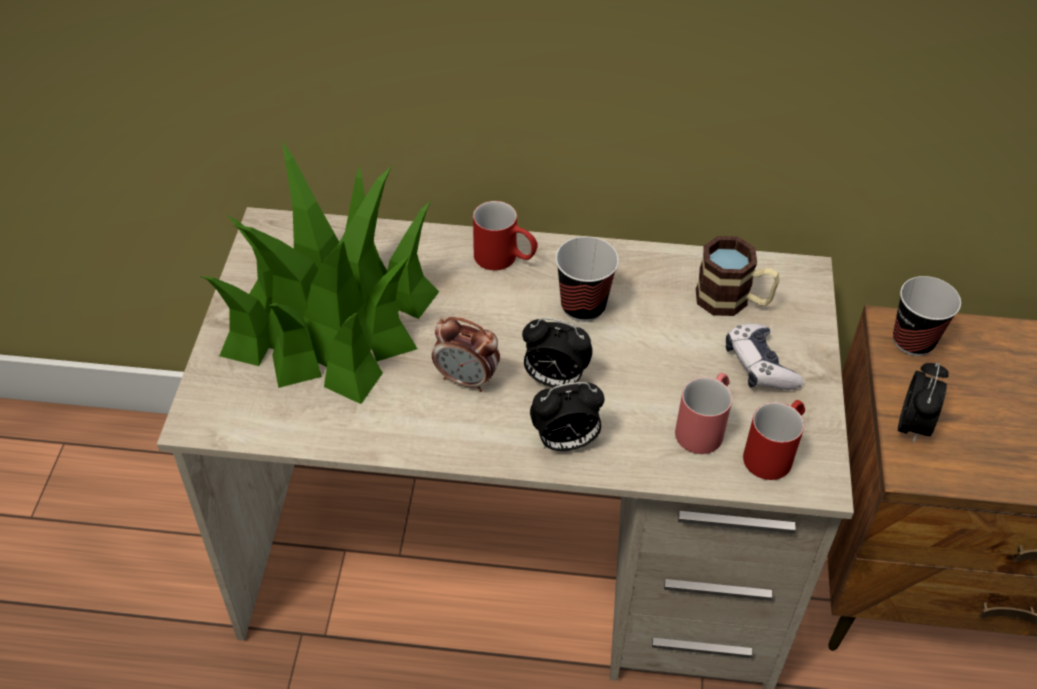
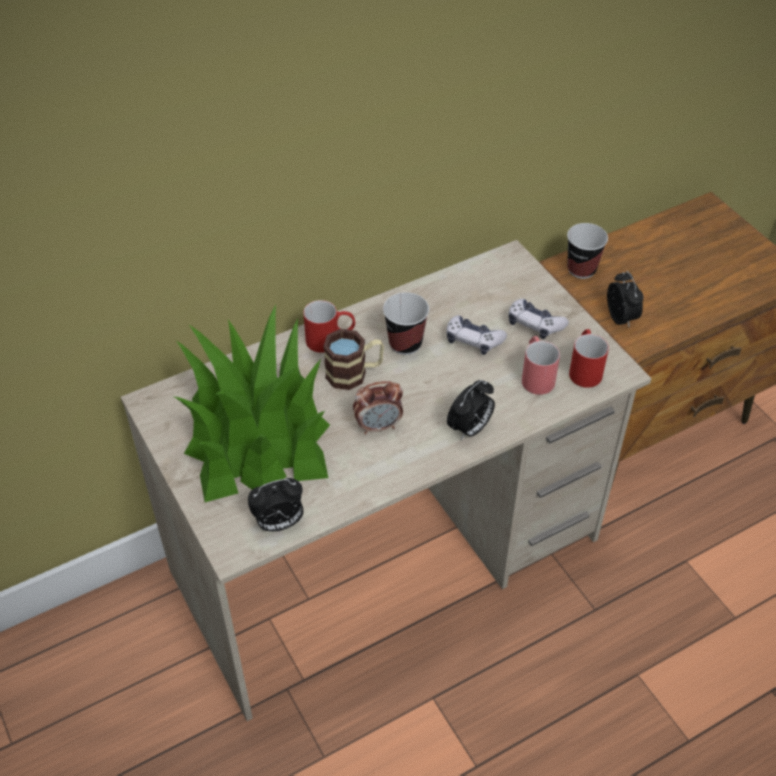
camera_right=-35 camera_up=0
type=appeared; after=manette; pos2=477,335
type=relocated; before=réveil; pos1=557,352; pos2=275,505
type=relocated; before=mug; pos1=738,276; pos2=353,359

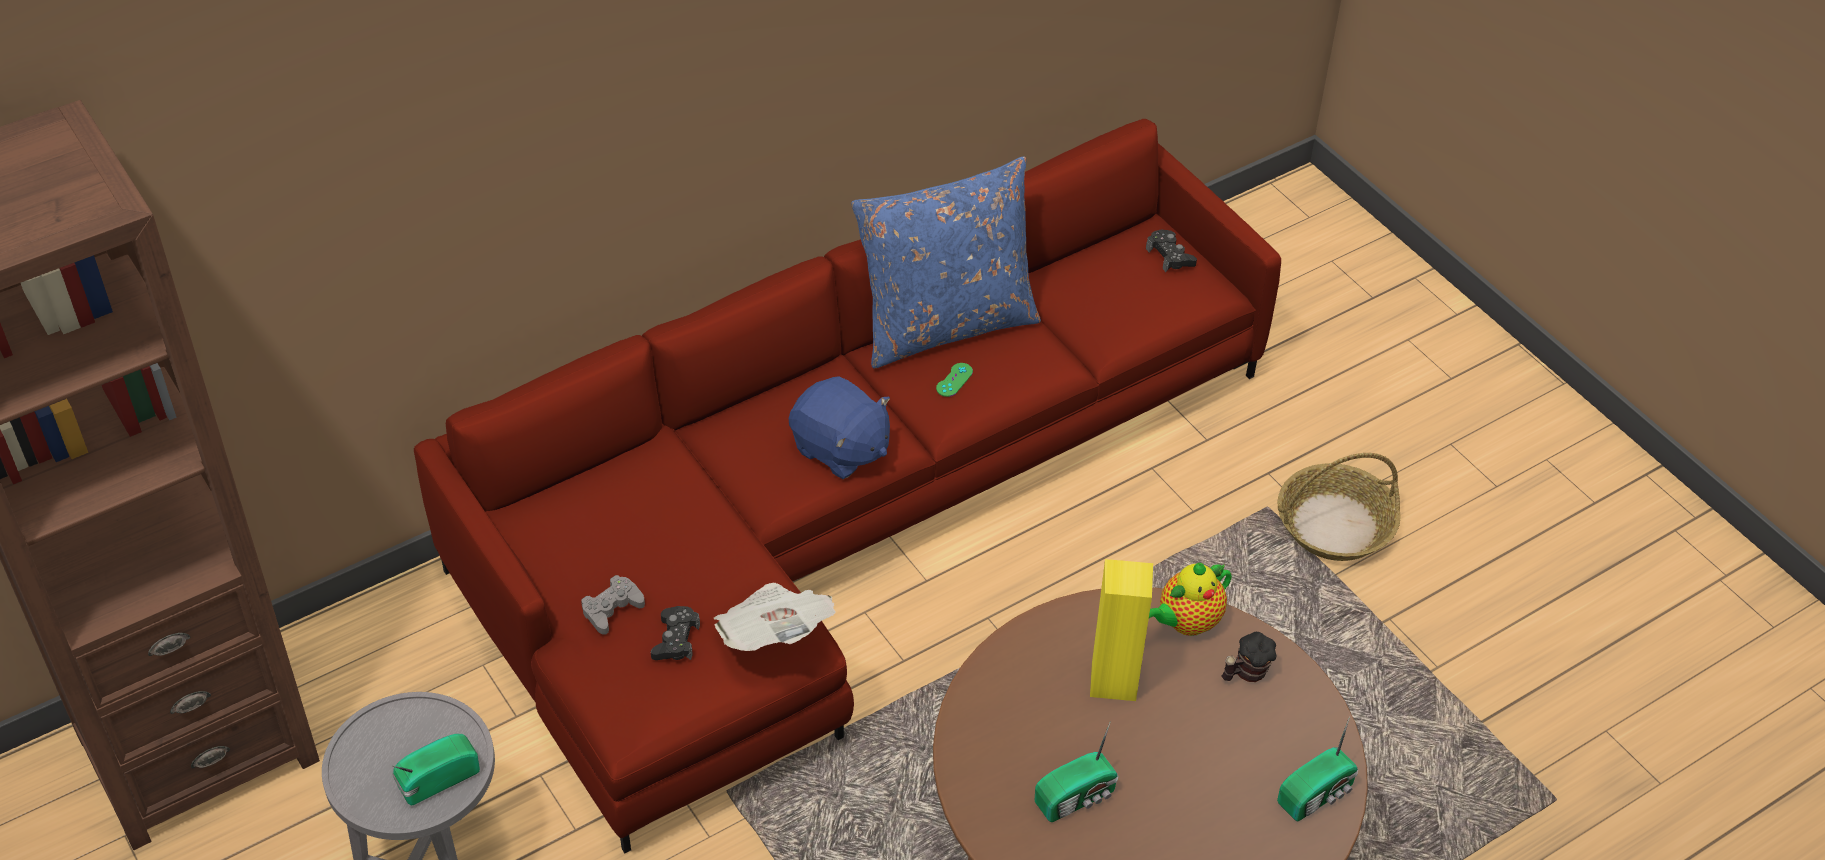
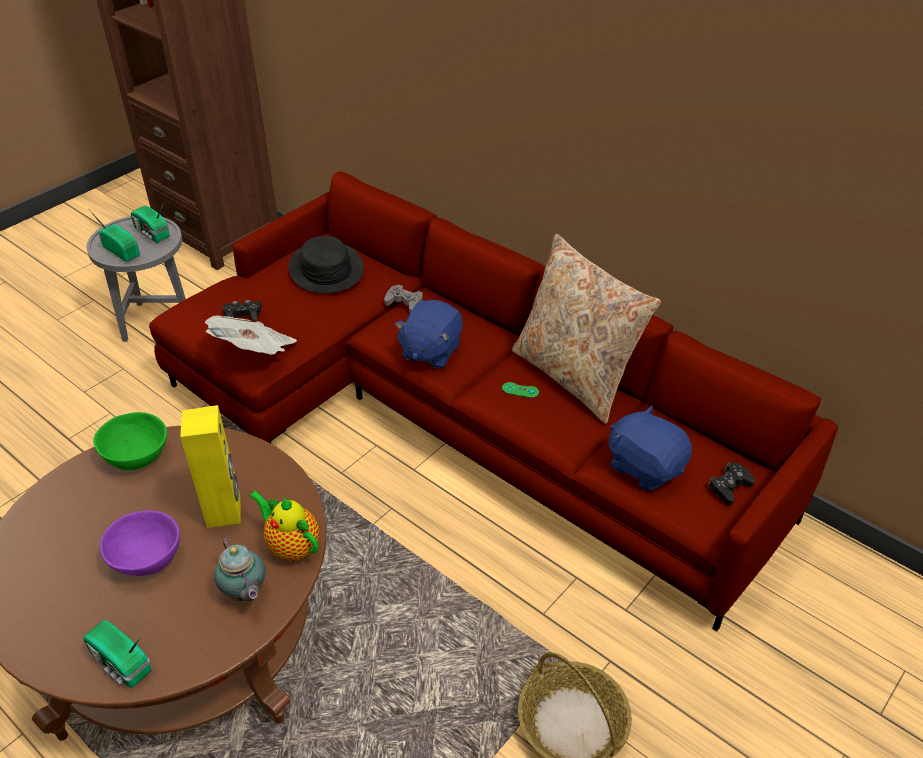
camera_right=75 camera_up=-5
type=appeared; after=bol/vert; pos2=130,441
type=appeared; after=bol/violet; pos2=140,543
type=appeared; after=chapeau/noir; pos2=326,264
type=appeared; after=peluche/bleu; pos2=650,448
type=relocated; before=manette/gris; pos1=613,605; pos2=403,299
type=relocated; before=radio; pos1=1076,771; pos2=150,222
type=exchanged; before=mug; after=théière; pos1=1249,657; pos2=240,568
type=colour; before=coussin/bleu; after=coussin/beige; pos1=946,262; pos2=586,329

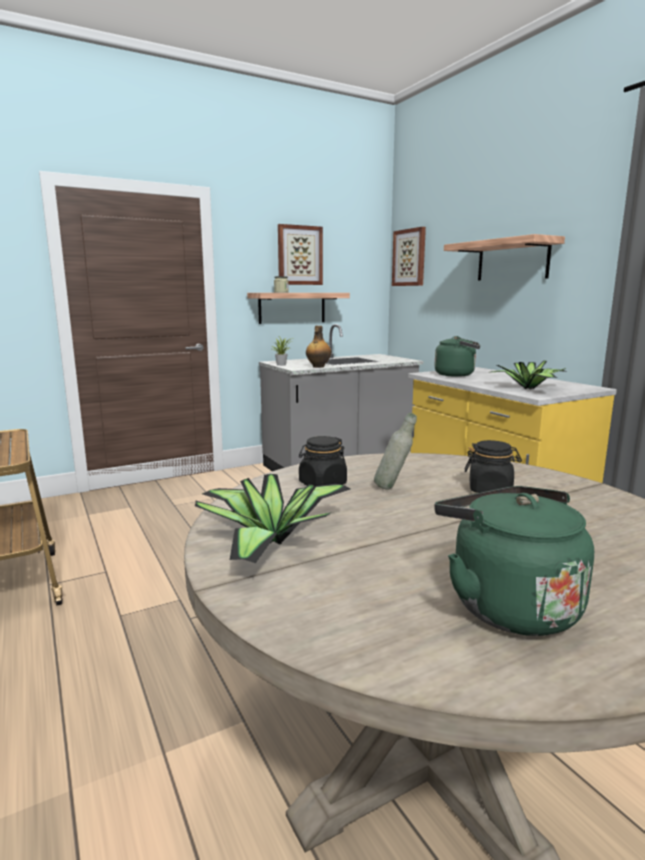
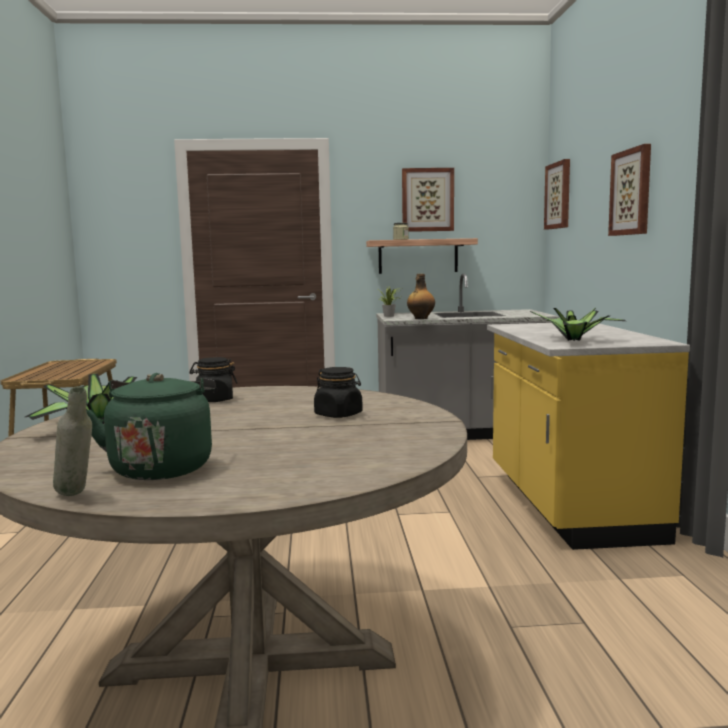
camera_right=25 camera_up=-5
type=missing; before=bouilloire/vert; pos1=457,356
type=relocated; before=bouteille/gris; pos1=395,451; pos2=72,441
type=exchanged; before=étagère; after=tableau; pos1=504,257; pos2=629,190

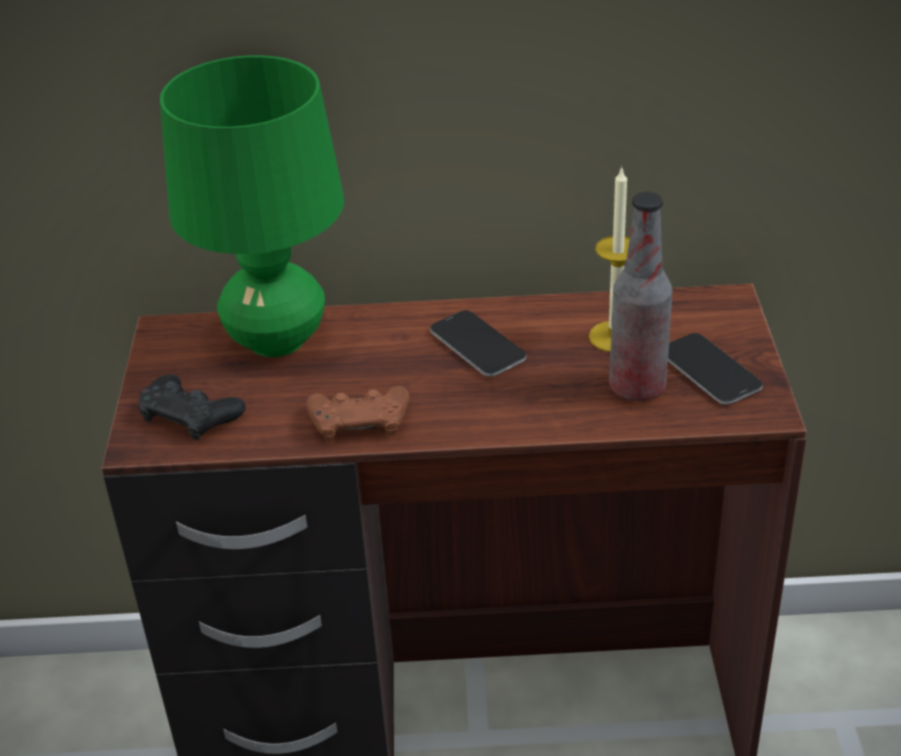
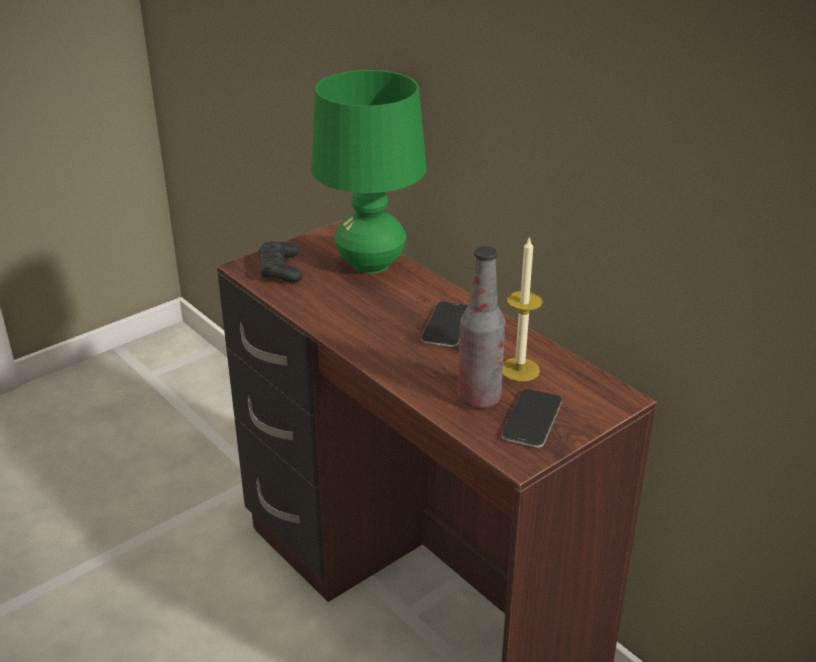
camera_right=50 camera_up=-5
type=missing; before=manette/marron; pos1=357,414

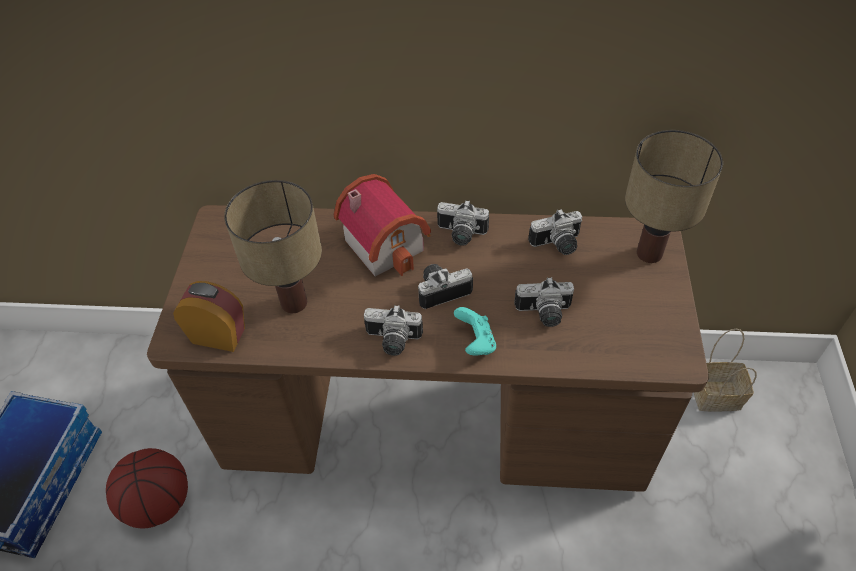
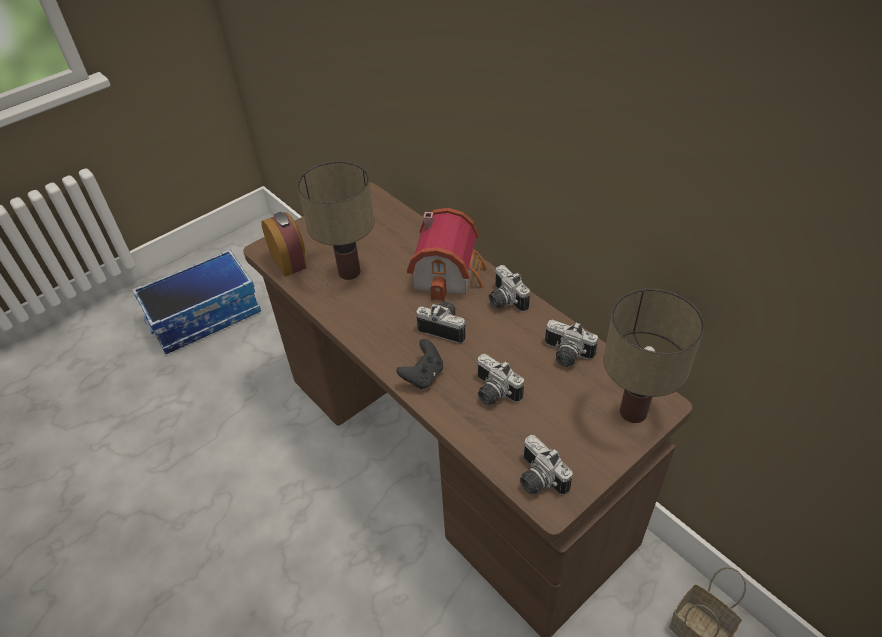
camera_right=45 camera_up=-5
type=missing; before=ballon de basket; pos1=147,488
type=relocated; before=appareil photo; pos1=393,330; pos2=546,465
type=colour; before=manette/turquoise; after=manette/noir; pos1=475,331; pos2=420,364

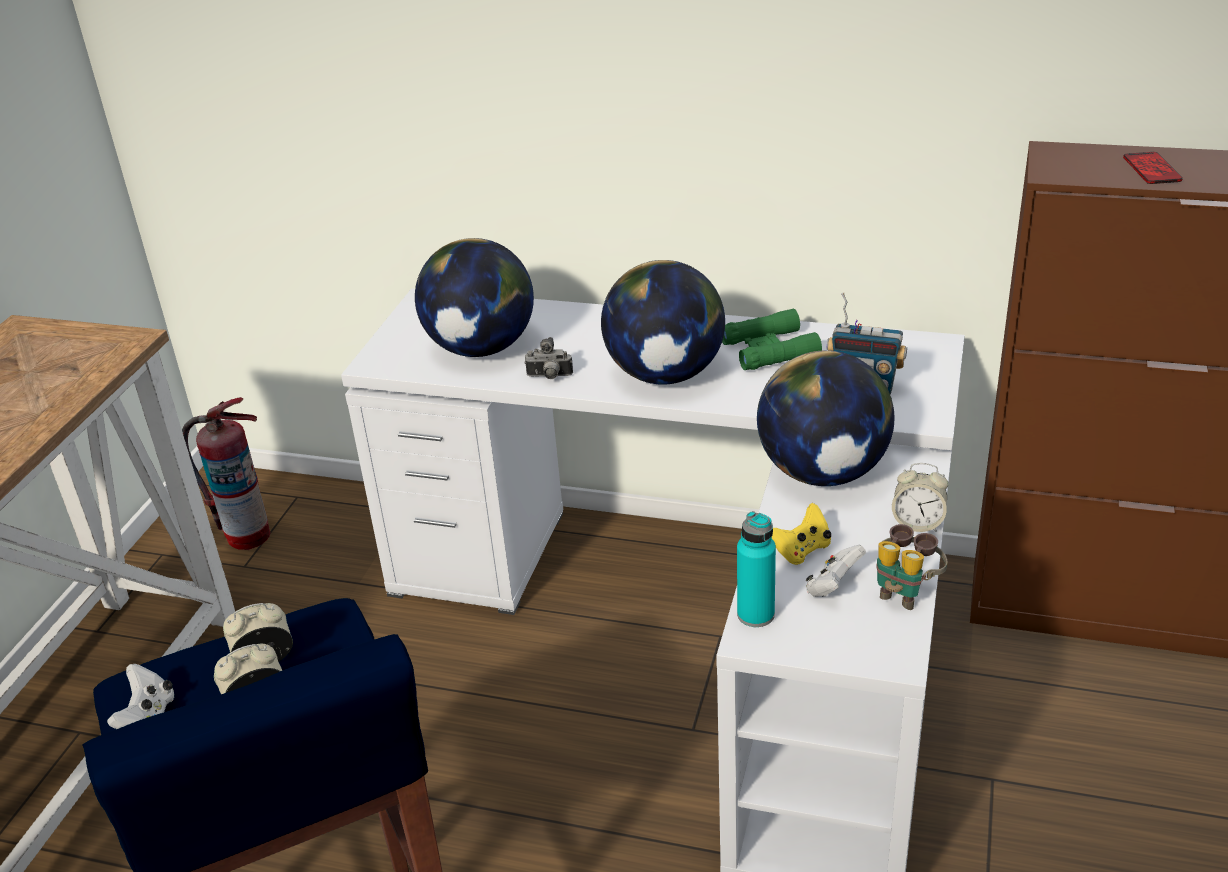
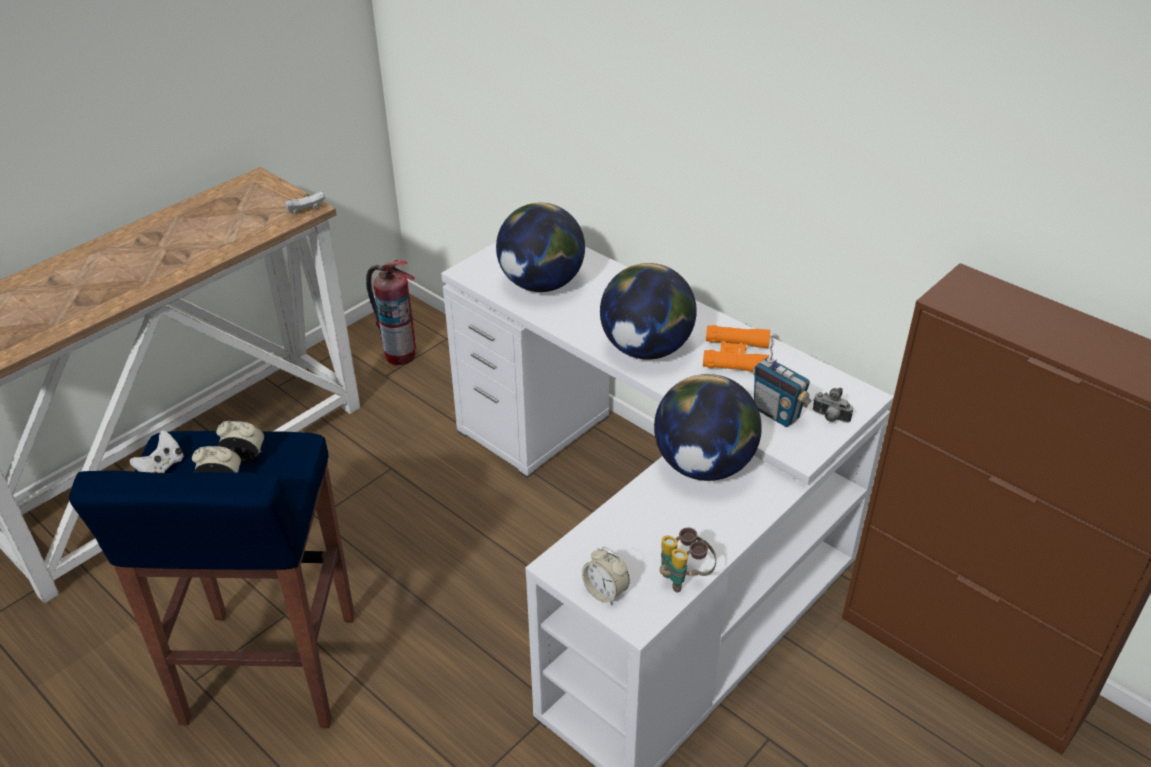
camera_right=25 camera_up=5
type=missing; before=bouteille/turquoise; pos1=756,569
type=missing; before=manette/jaune; pos1=801,534
type=missing; before=téléphone; pos1=1153,168
type=relocated; before=appareil photo; pos1=548,358; pos2=833,405
type=relocated; before=manette/blanc; pos1=836,571; pos2=305,203
type=relocated; before=réveil; pos1=920,497; pos2=606,576
type=colour; before=jumelles/vert; after=jumelles/orange; pos1=772,339; pos2=736,348

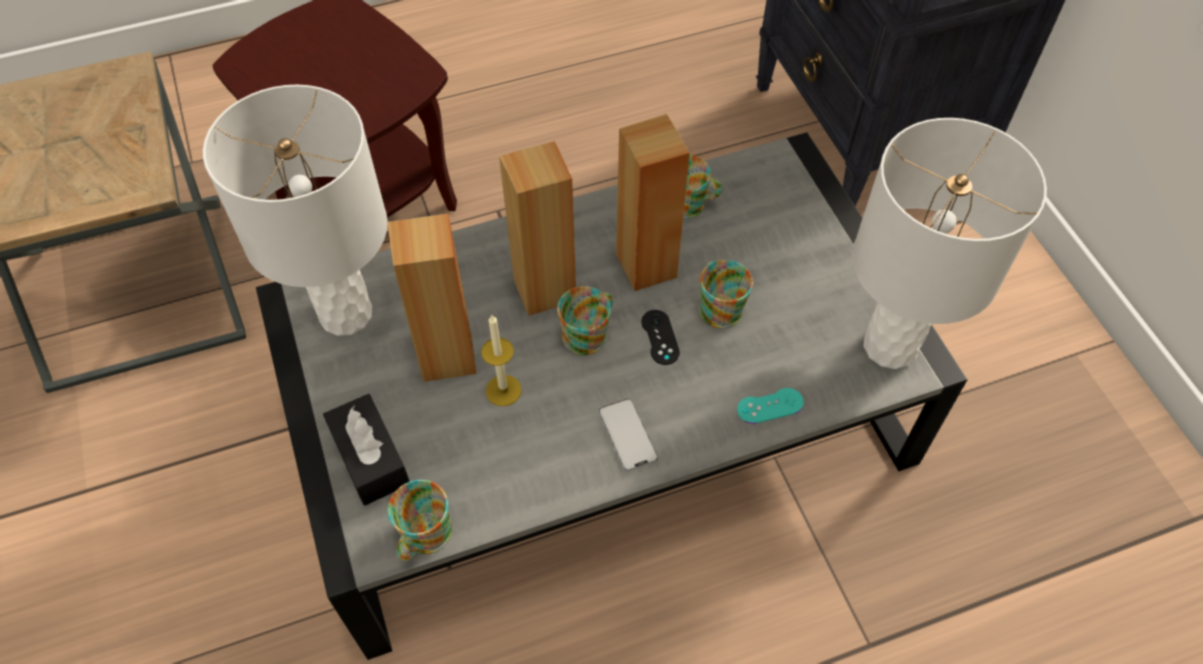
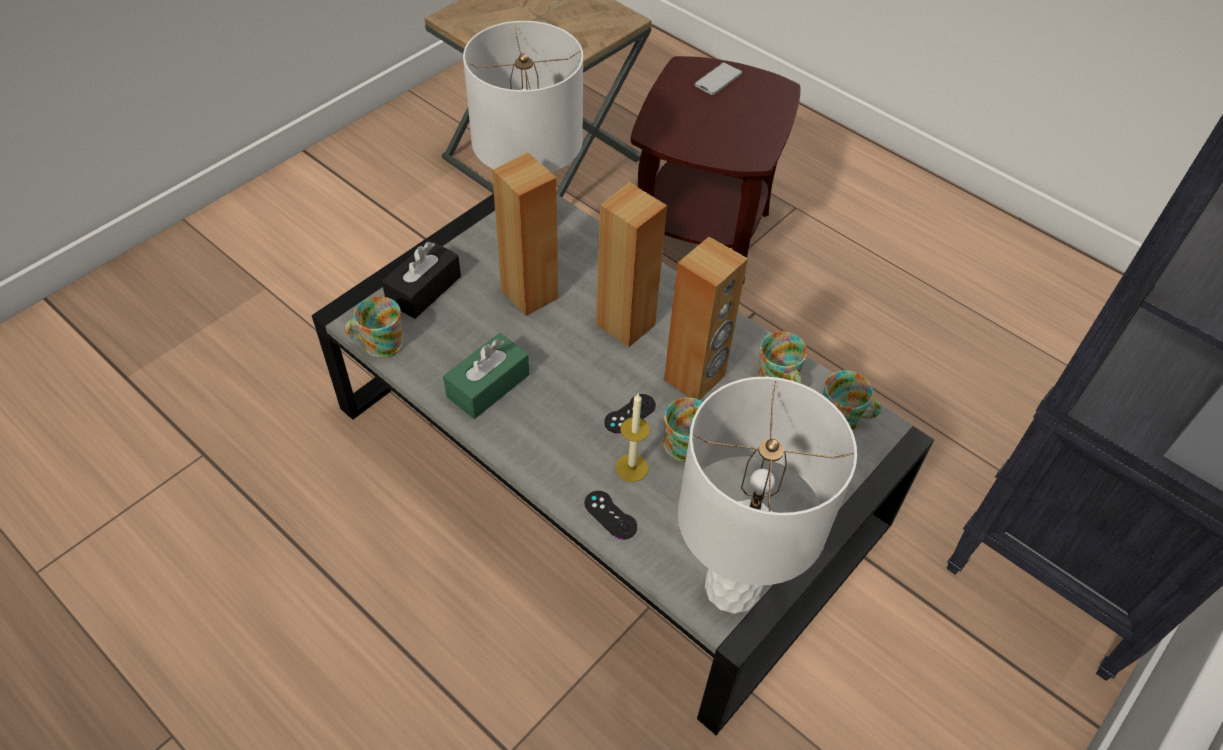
camera_right=60 camera_up=-5
type=appeared; after=boîte à mouchoirs/vert; pos2=486,376
type=relocated; before=bougie; pos1=501,360; pos2=632,438
type=relocated; before=mug; pos1=585,320; pos2=852,400
type=relocated; before=téléphone; pos1=628,435; pos2=718,78
type=colour; before=manette/turquoise; after=manette/noir; pos1=770,406; pos2=610,515

